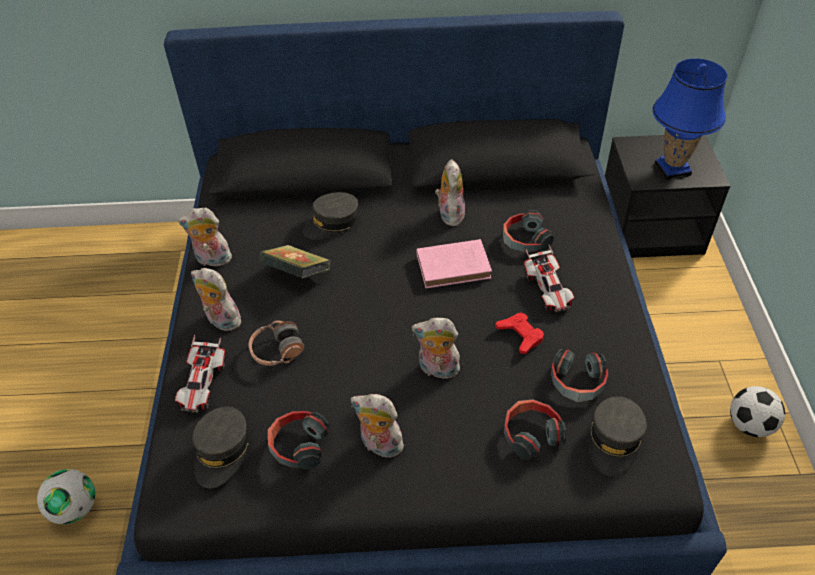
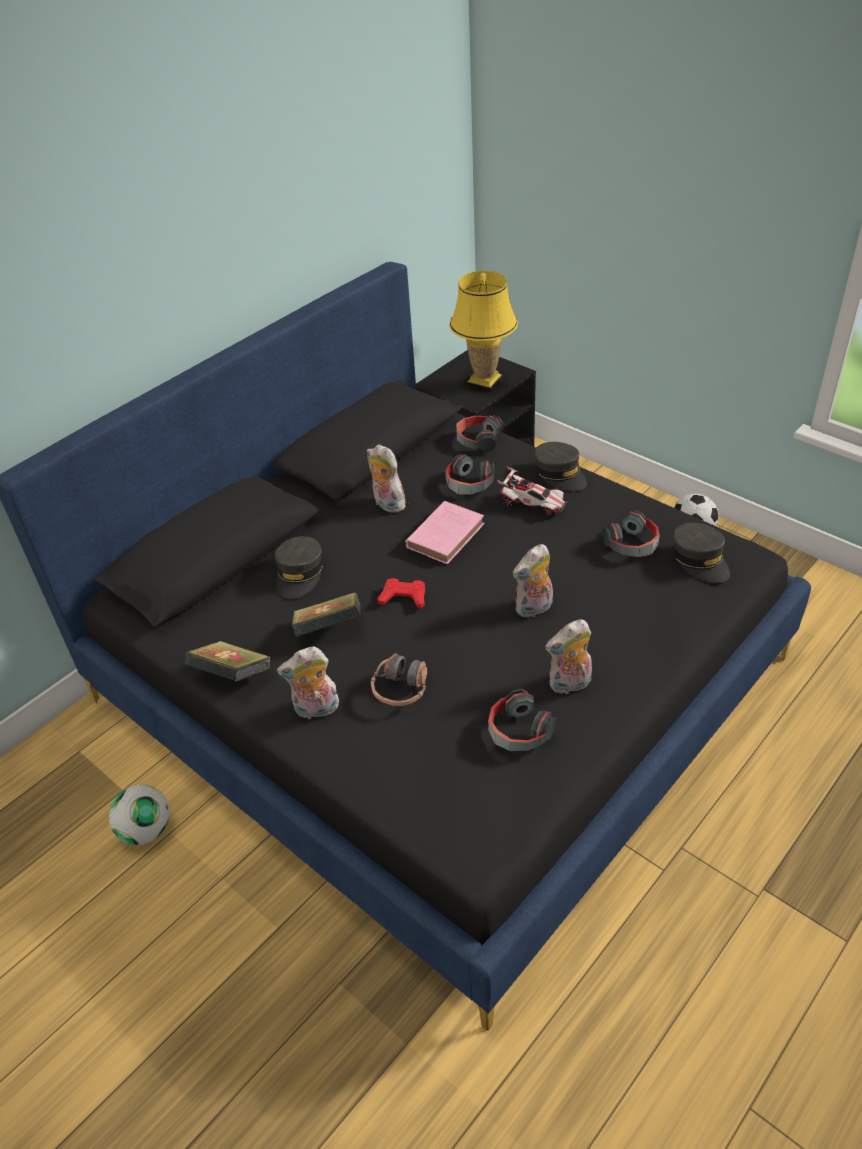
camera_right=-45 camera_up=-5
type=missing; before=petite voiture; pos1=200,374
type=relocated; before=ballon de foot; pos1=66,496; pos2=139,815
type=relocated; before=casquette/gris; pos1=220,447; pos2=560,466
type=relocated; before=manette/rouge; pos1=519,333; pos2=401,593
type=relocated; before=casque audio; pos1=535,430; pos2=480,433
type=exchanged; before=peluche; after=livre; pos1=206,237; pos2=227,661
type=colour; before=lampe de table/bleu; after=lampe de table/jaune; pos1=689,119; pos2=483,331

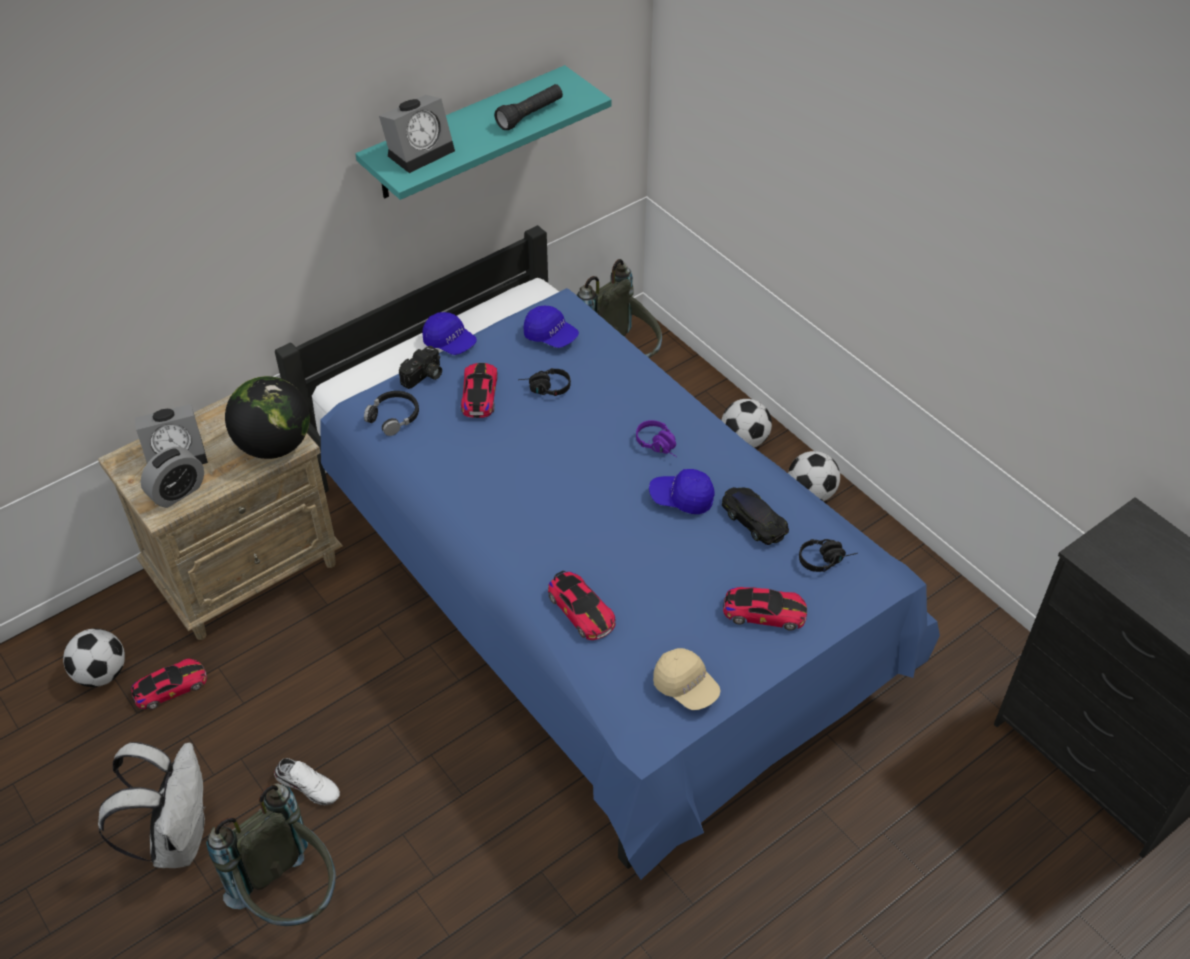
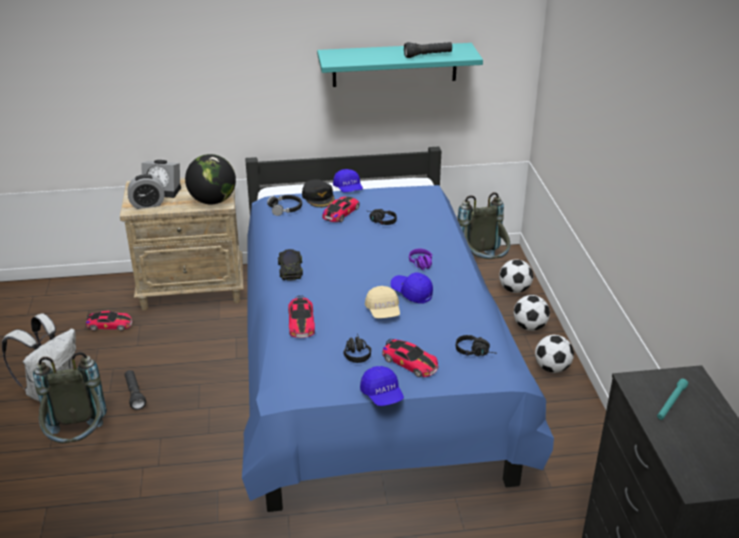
camera_right=30 camera_up=-15
type=missing; before=réveil; pos1=417,134
type=appeared; after=casque audio/noir; pos2=357,348
type=appeared; after=lampe de poche/turquoise; pos2=672,399
type=relocated; before=ballon de foot; pos1=94,658; pos2=516,276
type=relocated; before=casquette/bleu; pos1=551,327; pos2=382,386
type=relocated; before=casquette/beige; pos1=687,679; pos2=382,302
type=relocated; before=petite voiture/noir; pos1=755,516; pos2=290,265
type=exchanged; before=chaussure/blanc; after=lampe de poche/noir; pos1=307,781; pos2=135,390
type=exchanged; before=appareil photo; after=casquette/noir; pos1=420,367; pos2=318,193

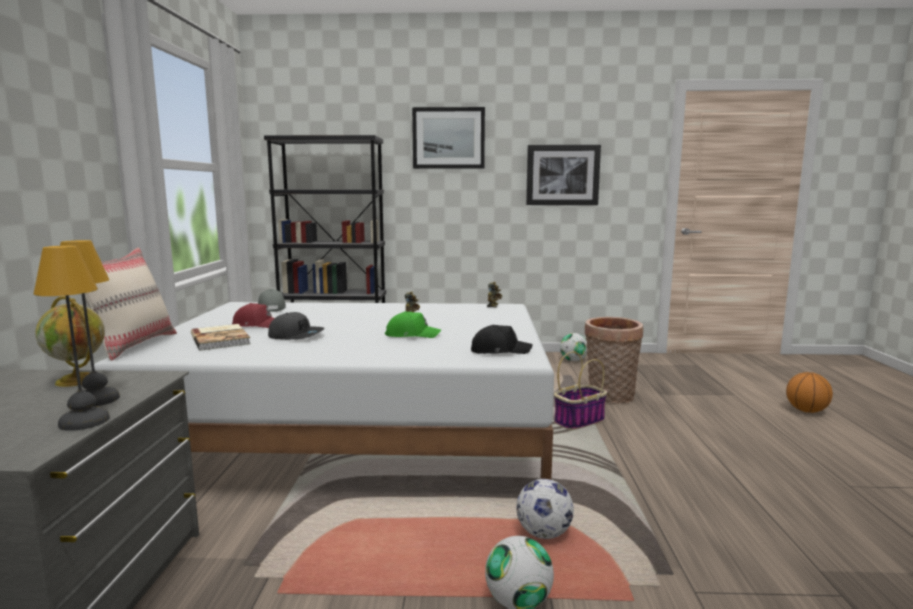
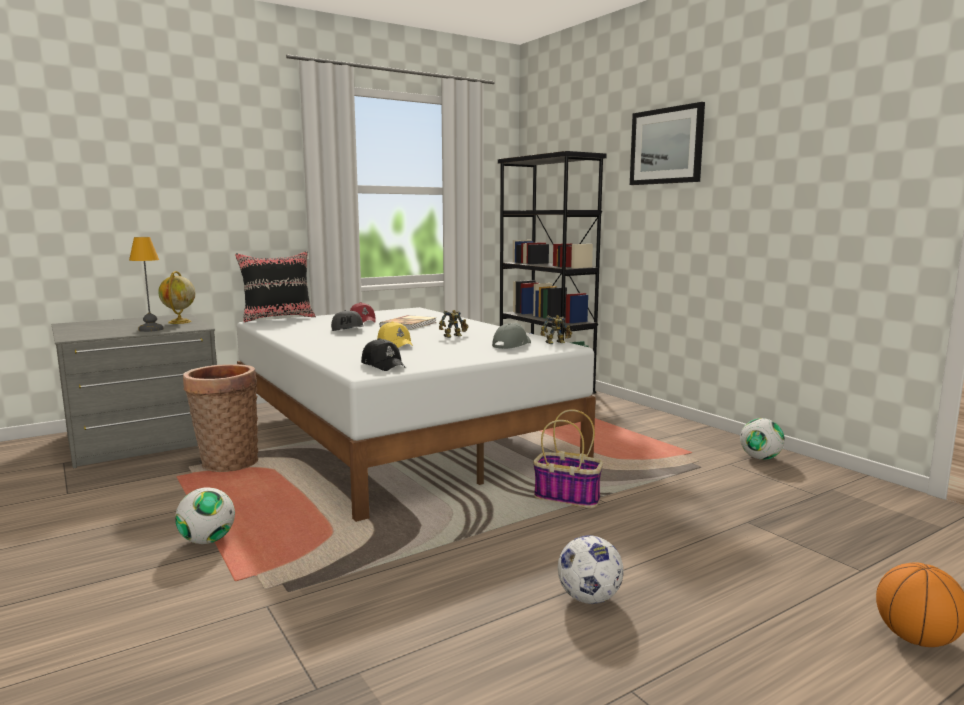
camera_right=55 camera_up=0
type=missing; before=lampe de table; pos1=72,338
type=missing; before=tableau; pos1=563,175
type=relocated; before=livre; pos1=221,337; pos2=408,322
type=relocated; before=casquette/gris; pos1=272,300; pos2=511,336
type=relocated; before=ballon de foot; pos1=545,509; pos2=590,569
type=relocated; before=panier; pos1=614,360; pos2=220,418
type=colour; before=coussin/beige; after=coussin/noir; pos1=131,304; pos2=275,286
type=colour; before=casquette/vert; after=casquette/jaune; pos1=413,324; pos2=395,334

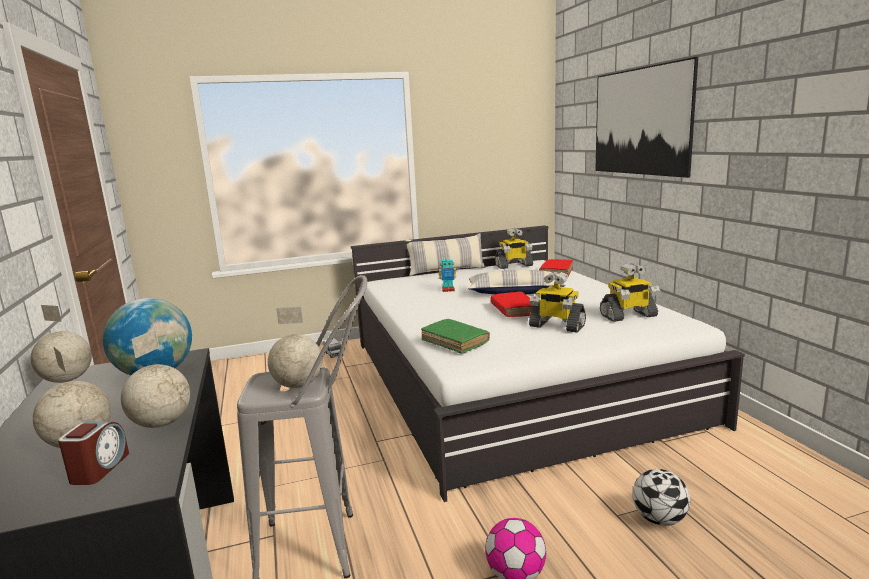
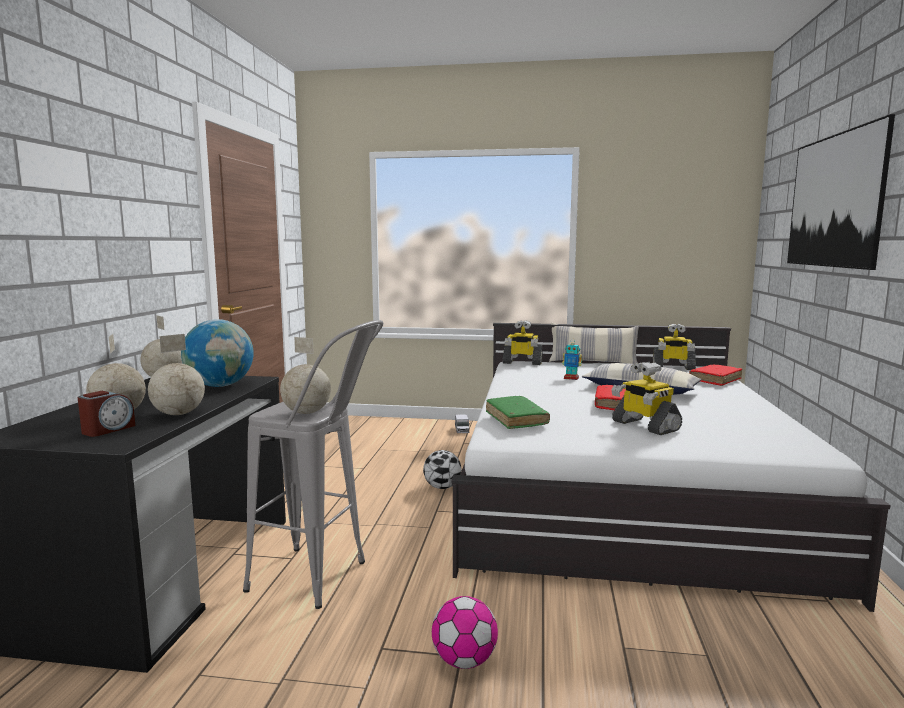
camera_right=25 camera_up=-5
type=relocated; before=robot jouet; pos1=630,292; pos2=523,343
type=relocated; before=ballon de foot; pos1=661,497; pos2=442,469

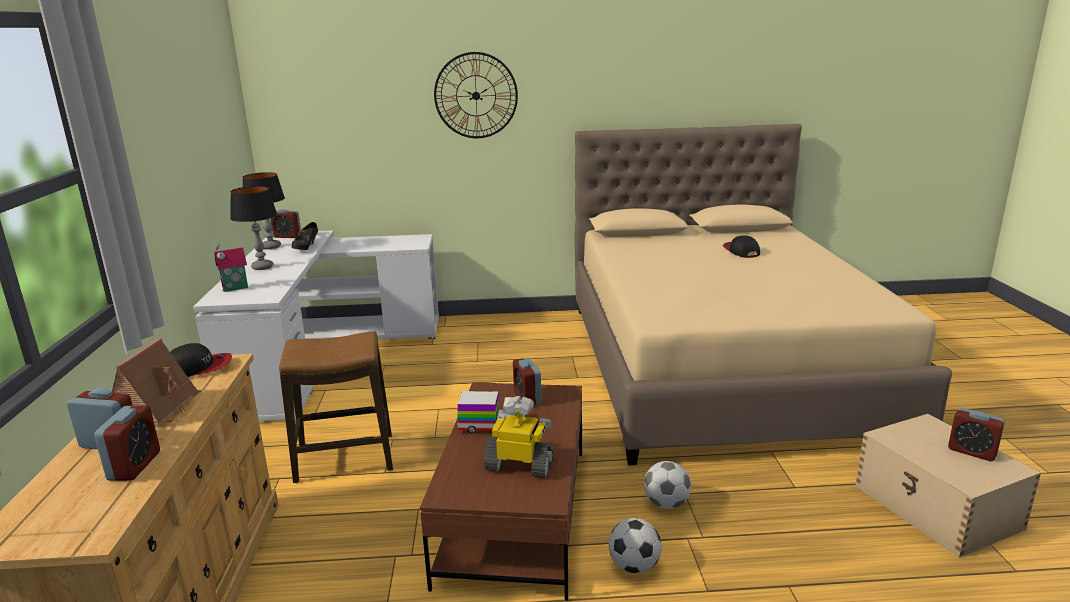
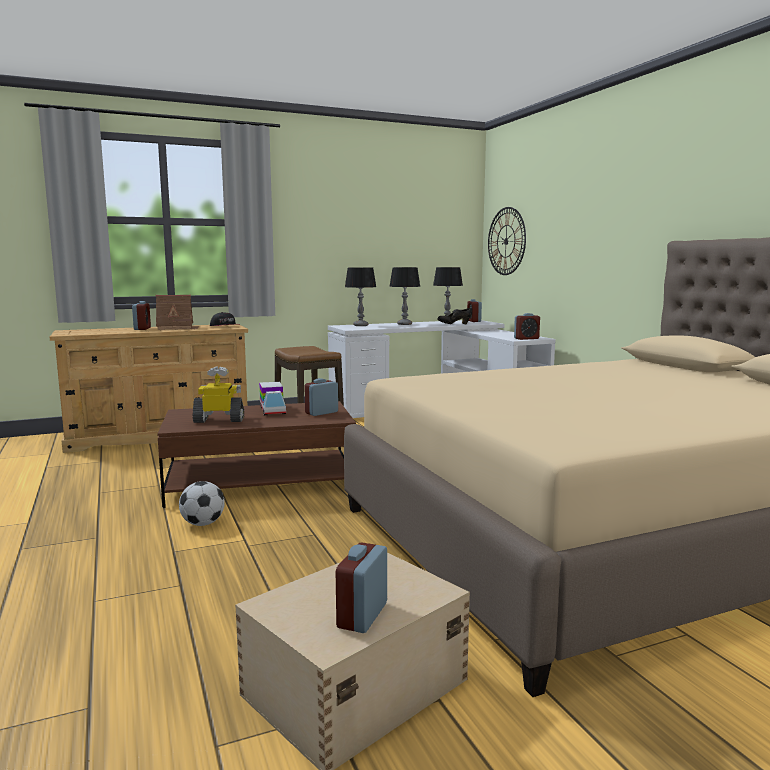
camera_right=70 camera_up=-10
type=missing; before=ballon de foot; pos1=667,485
type=missing; before=casquette; pos1=741,247
type=relocated; before=réveil; pos1=127,443; pos2=527,326
type=relocated; before=horloge murale; pos1=476,95; pos2=507,241
type=exchanged; before=maison miniature; after=lampe de table; pos1=230,267; pos2=360,296
type=spun; before=robot jouet; pos1=519,437; pos2=218,394; turn=-90

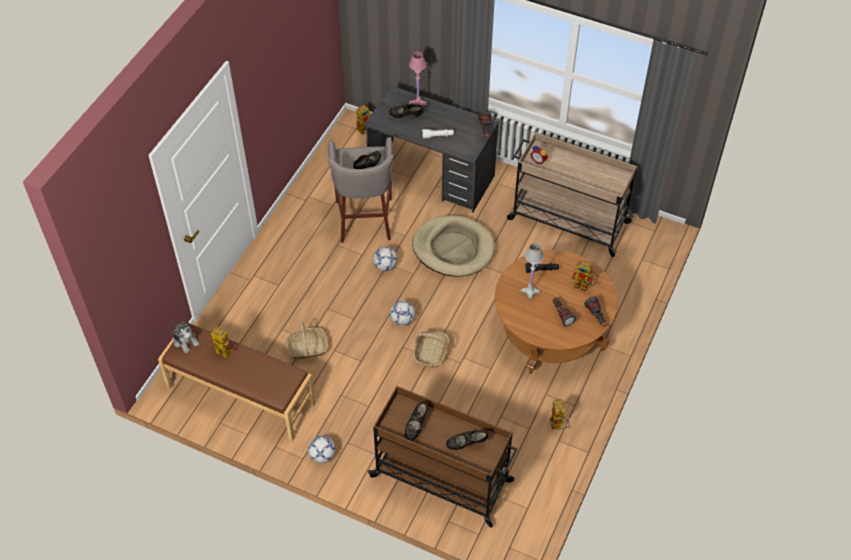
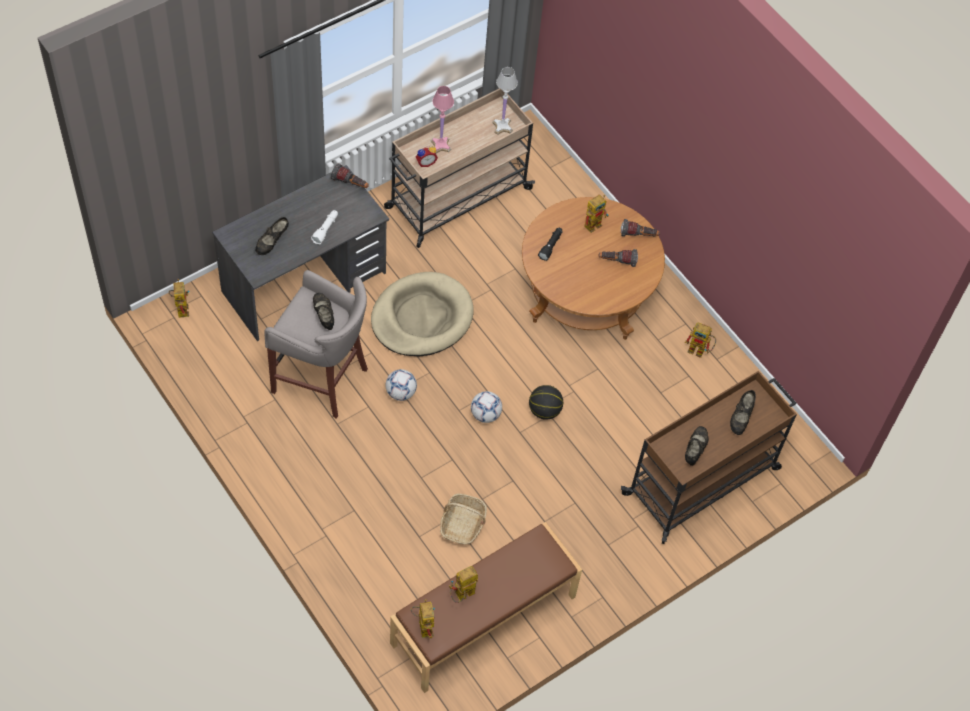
camera_right=-65 camera_up=5
type=missing; before=ballon de foot; pos1=322,449
type=relocated; before=lampe de table/rose; pos1=418,79; pos2=442,120
type=relocated; before=lampe de table/blanc; pos1=532,271; pos2=505,100
type=exchanged; before=peluche; after=robot jouet; pos1=186,337; pos2=423,618
type=exchanged; before=panier; after=ballon de basket; pos1=431,349; pos2=546,402
type=spun; before=chaussure/noir; pos1=416,421; pos2=697,446; turn=-120

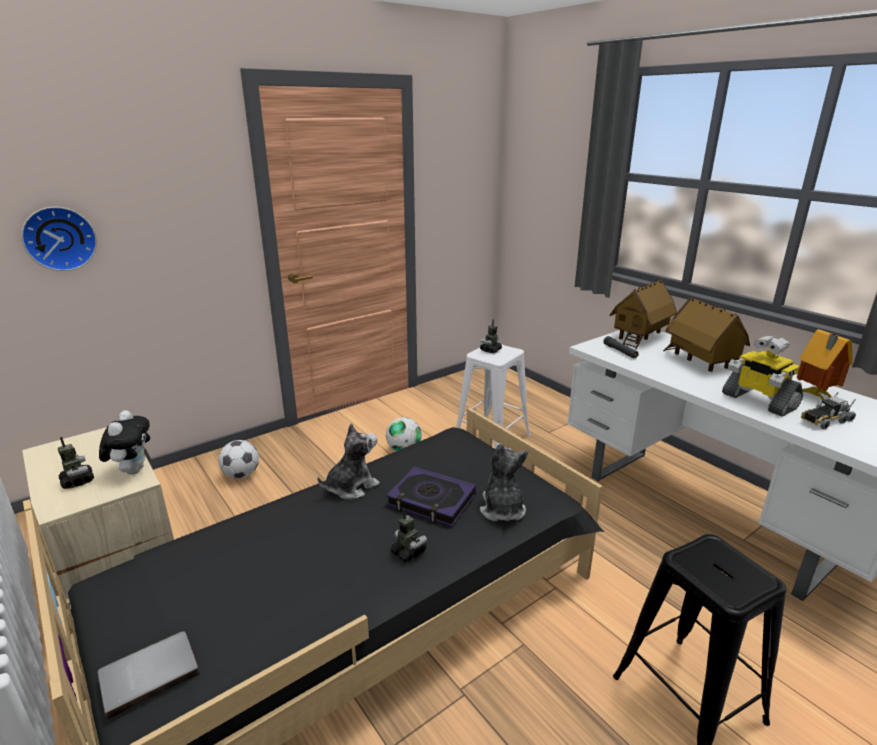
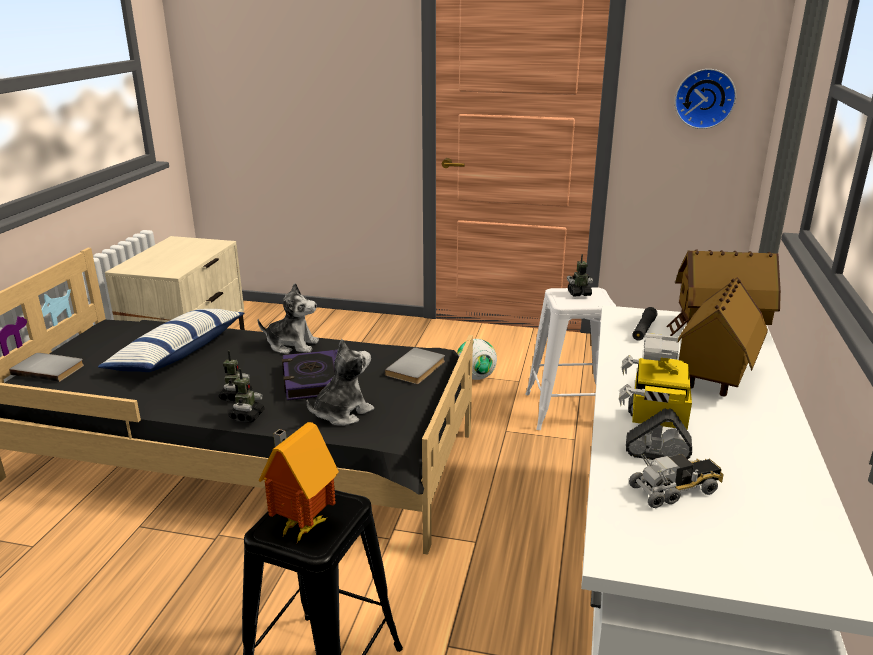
camera_right=50 camera_up=0
type=missing; before=peluche; pos1=124,442
type=missing; before=ballon de foot; pos1=238,459
type=appeared; after=coussin; pos2=171,340
type=appeared; after=livre/gris; pos2=415,365
type=relocated; before=horloge murale; pos1=59,239; pos2=705,99
type=relocated; before=robot jouet; pos1=76,463; pos2=247,395
type=relocated; before=maison miniature; pos1=825,364; pos2=299,482
type=spun; before=camion jouet; pos1=828,410; pos2=676,481; turn=135

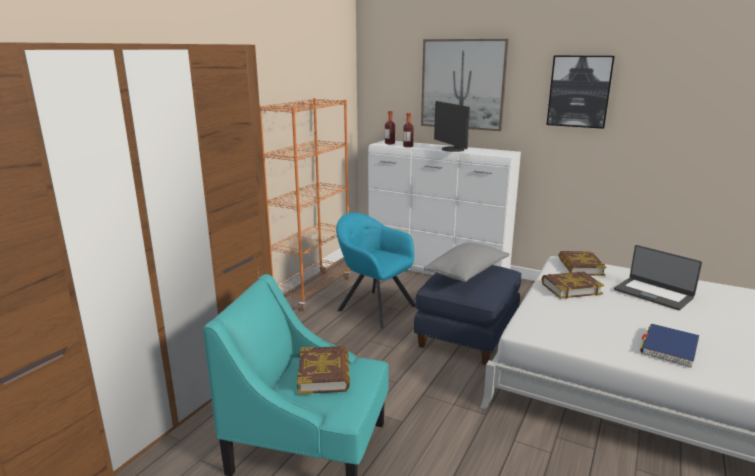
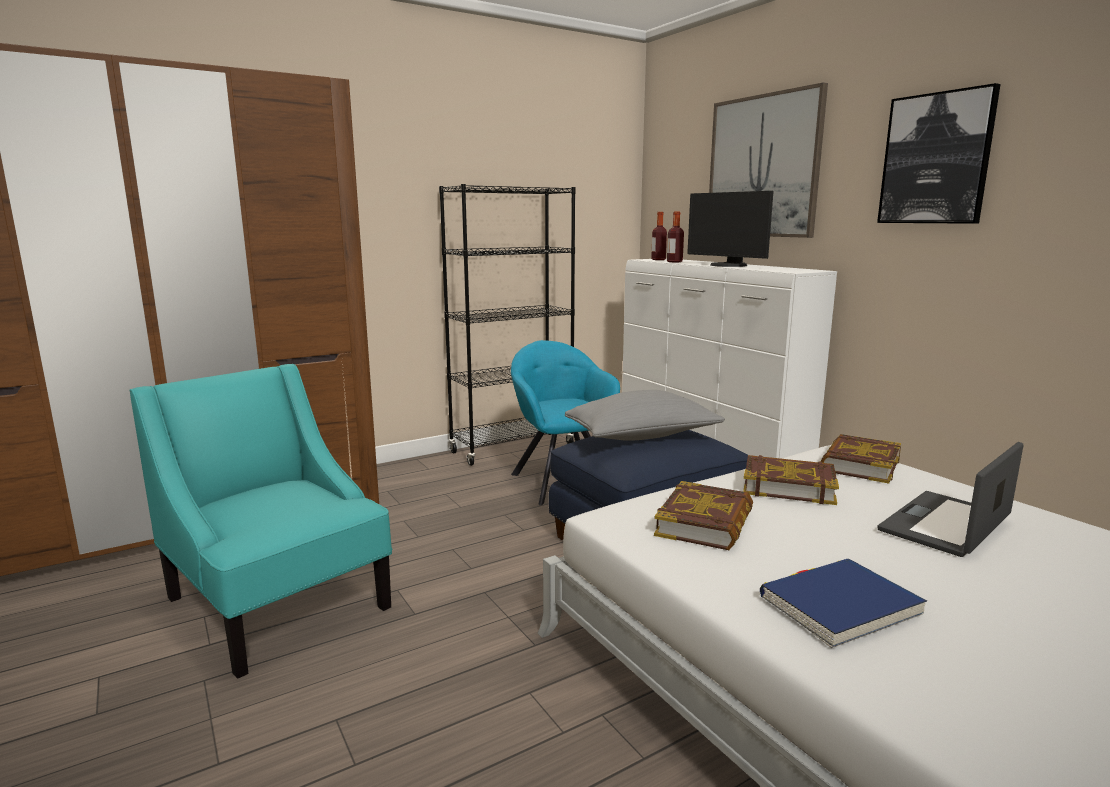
camera_right=30 camera_up=-5
type=relocated; before=livre; pos1=323,370; pos2=703,515
type=colour; before=bibliothèque/orange; after=bibliothèque/noir; pos1=305,204; pos2=507,325
type=spun; before=écran d'ordinateur; pos1=452,126; pos2=730,229; turn=-45
type=spun; before=ordinateur portable; pos1=658,277; pos2=951,499; turn=60

